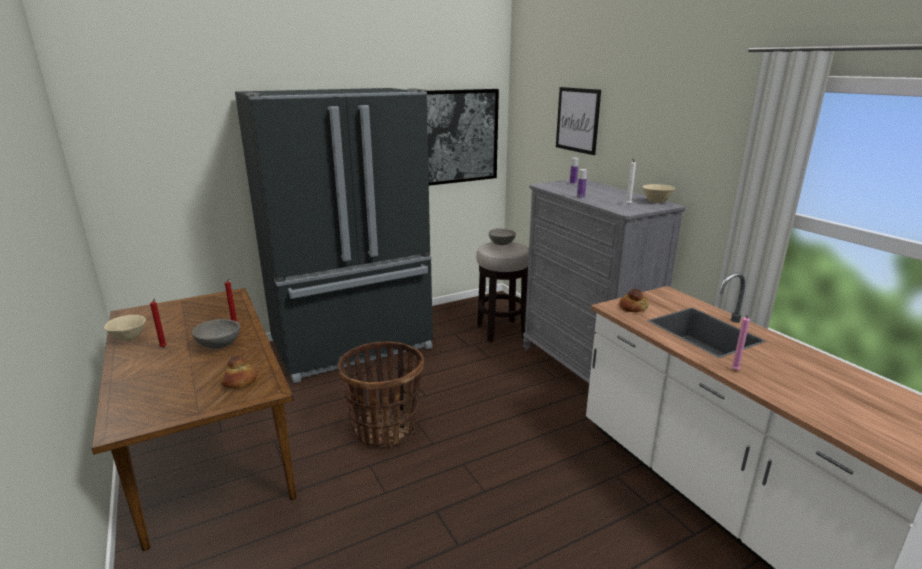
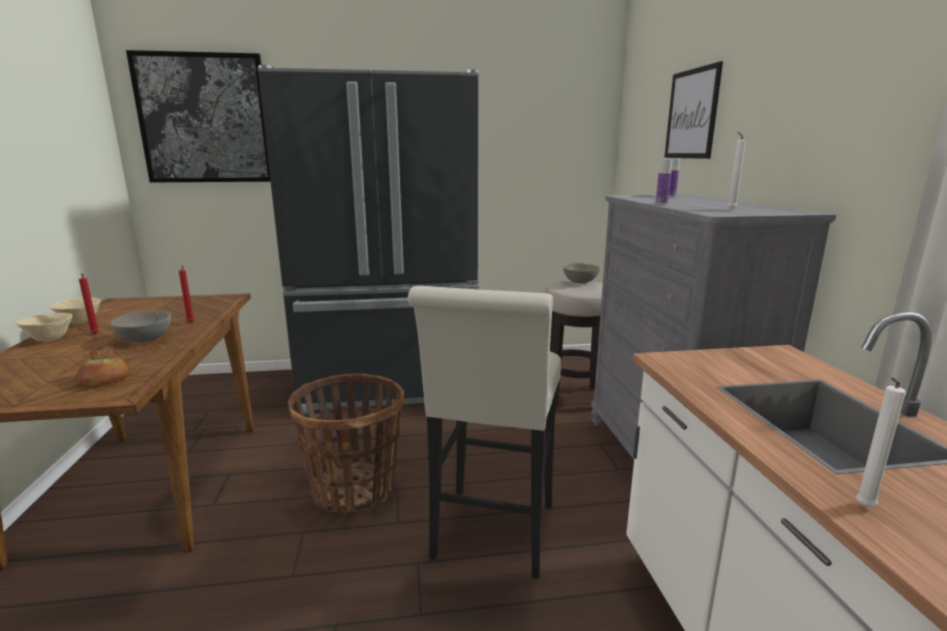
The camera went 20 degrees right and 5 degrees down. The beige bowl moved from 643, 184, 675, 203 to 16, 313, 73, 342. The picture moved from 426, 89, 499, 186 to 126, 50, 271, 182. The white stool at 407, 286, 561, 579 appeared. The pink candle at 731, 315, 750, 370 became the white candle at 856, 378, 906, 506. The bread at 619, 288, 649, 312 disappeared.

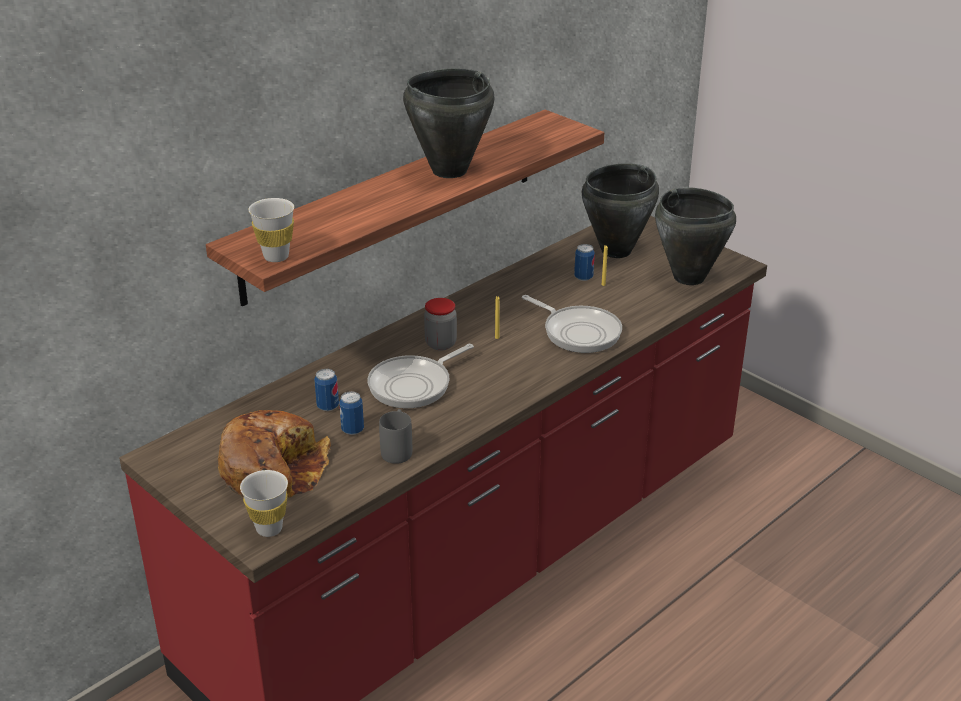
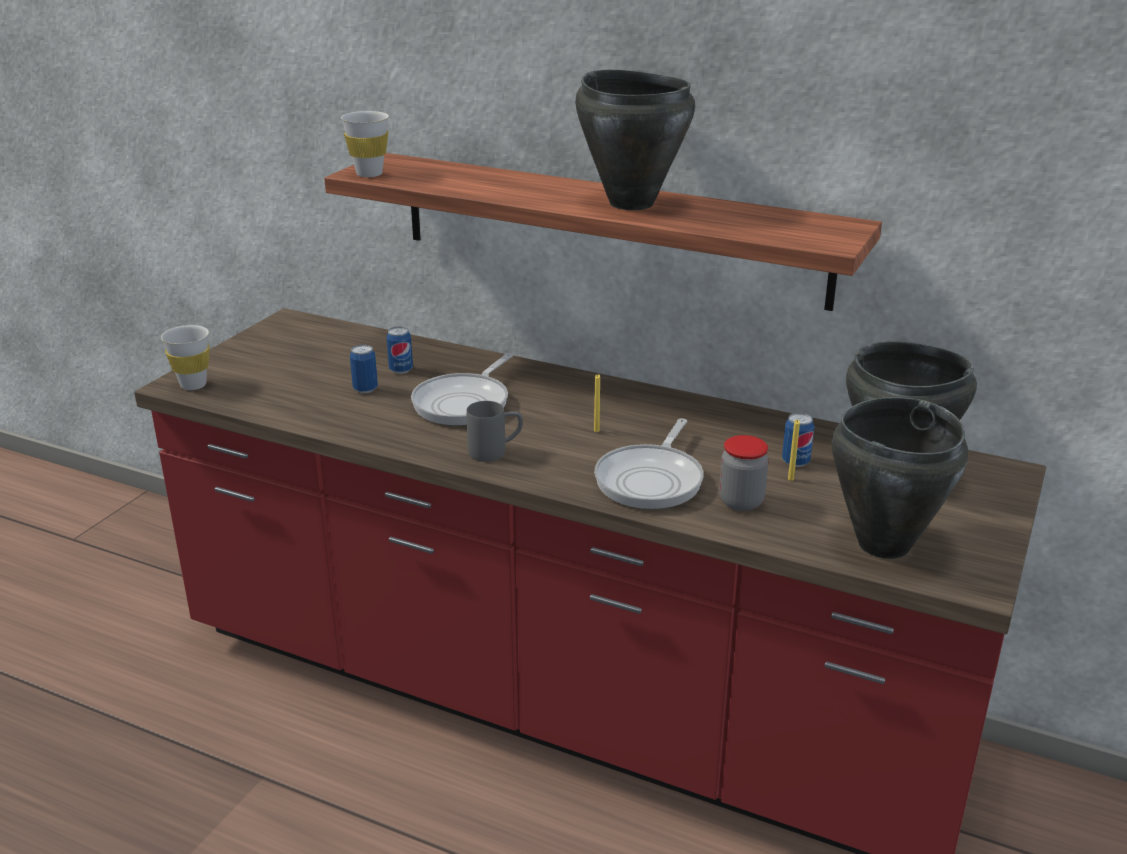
The camera went 70 degrees right and 5 degrees down. The frying pan at 367, 344, 474, 408 turned 90 degrees counterclockwise. The grey mug moved from 379, 409, 412, 464 to 466, 401, 523, 462. The jar moved from 424, 298, 457, 350 to 719, 435, 769, 511. The bread at 218, 410, 331, 498 disappeared.

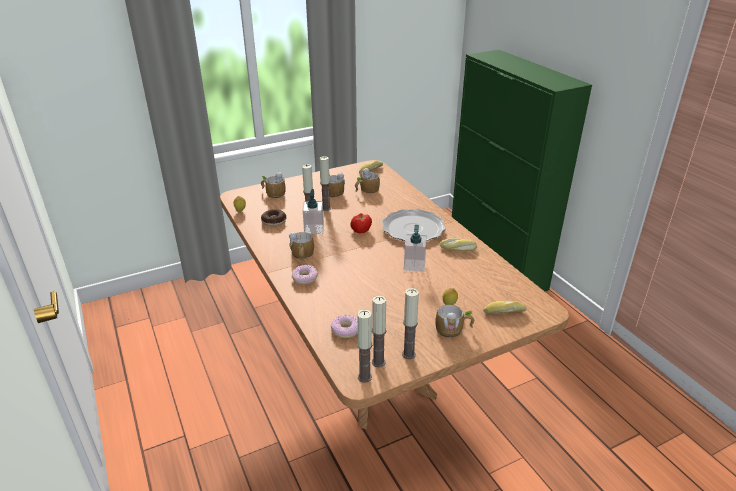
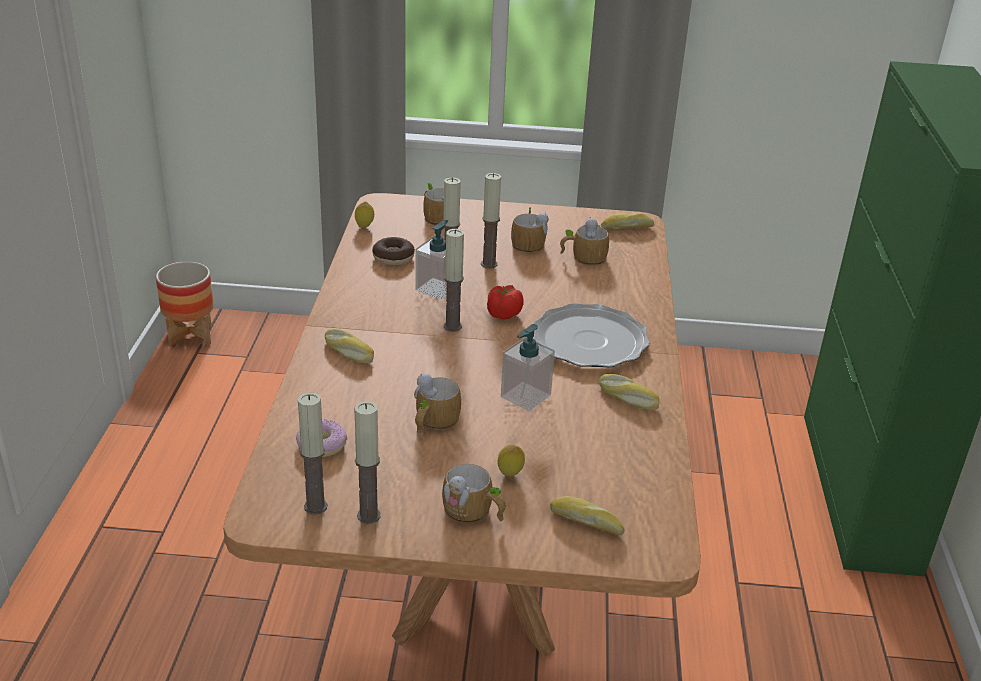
The camera went 30 degrees right and 0 degrees up. The planter at 156, 261, 214, 348 appeared. The donut at 292, 265, 318, 285 was replaced by the bread at 325, 328, 374, 363. The mug moved from 289, 232, 314, 262 to 414, 373, 461, 434. The candle moved from 357, 309, 372, 383 to 444, 229, 464, 332.

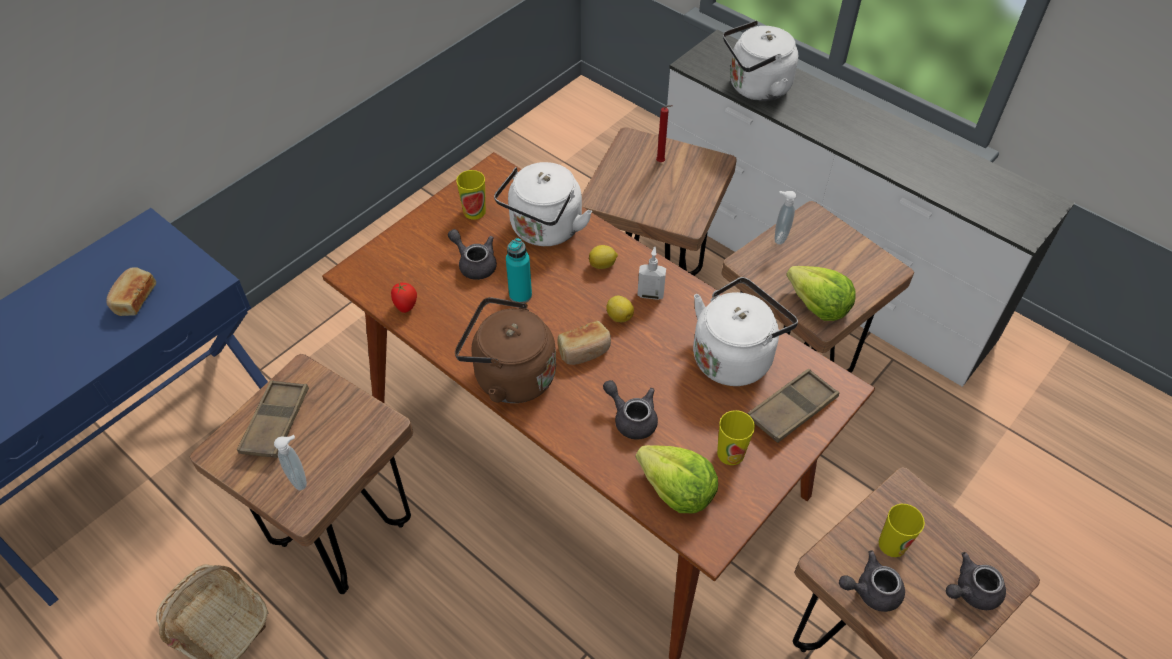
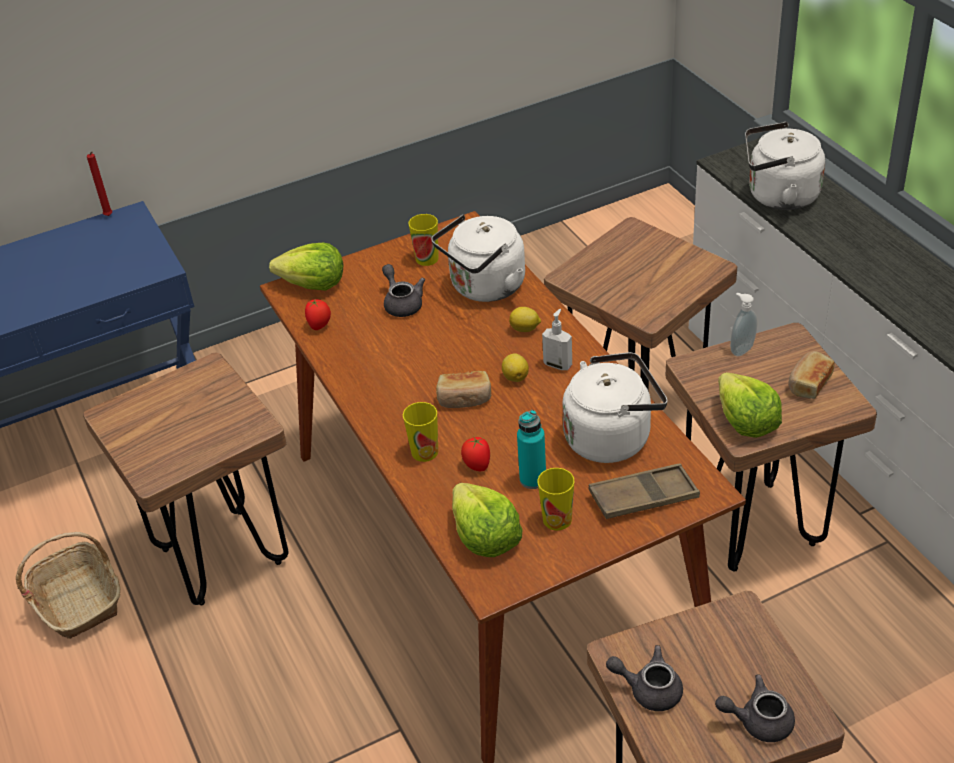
The camera went 25 degrees right and 10 degrees down. The red candle moved from 656, 105, 672, 162 to 87, 151, 112, 216. The lettuce at 269, 243, 343, 291 appeared. The cup moved from 878, 504, 925, 557 to 403, 402, 438, 462. The grey teapot at 603, 380, 658, 439 was replaced by the tomato at 461, 437, 490, 471. The turquoise bottle moved from 506, 238, 532, 303 to 517, 410, 546, 489. The bread moved from 106, 267, 156, 316 to 789, 351, 834, 399. The brown tray at 237, 380, 309, 458 disappeared. The soap dispenser at 274, 435, 307, 491 disappeared. The brown kettle at 455, 297, 556, 403 disappeared.

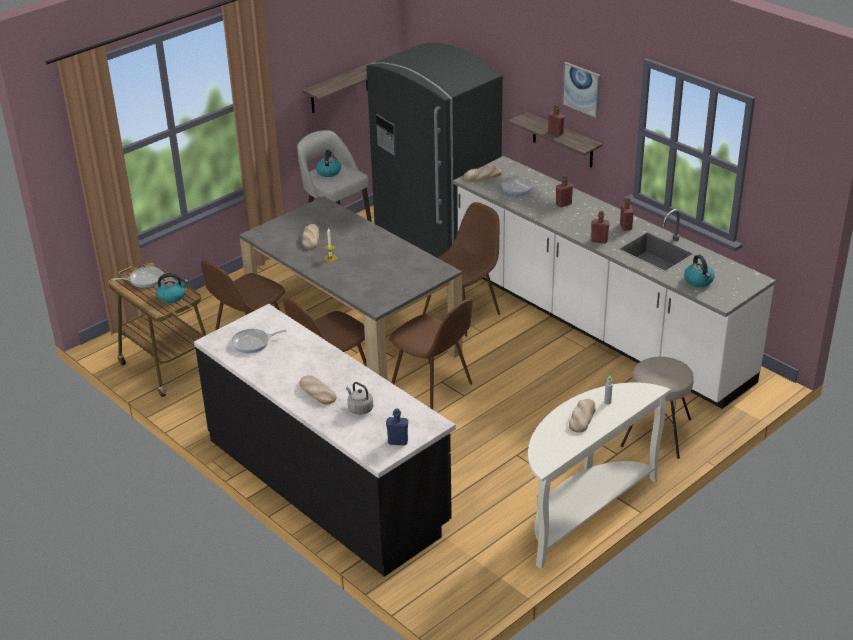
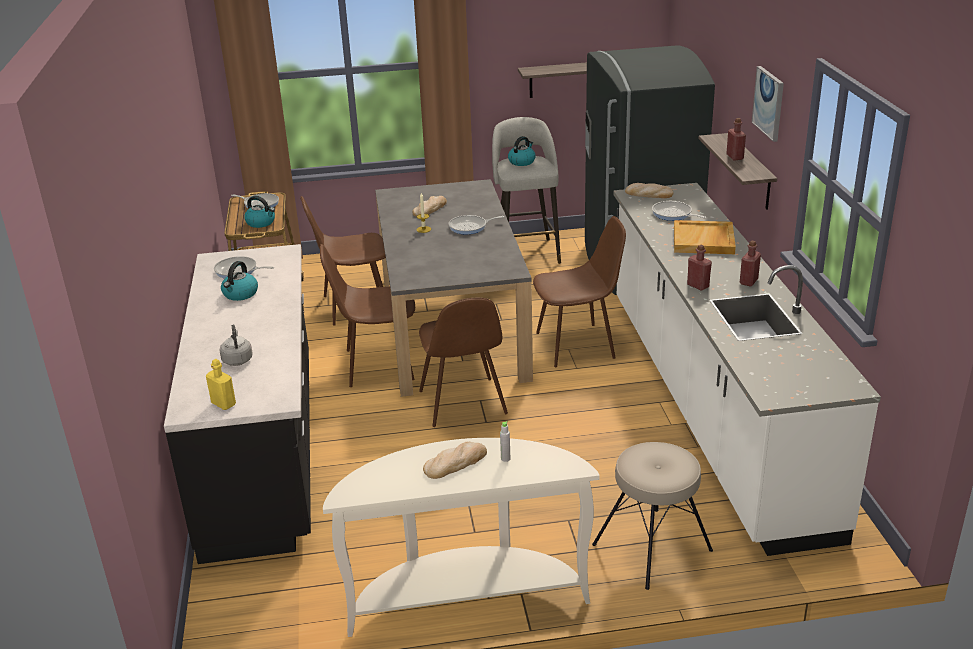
The camera went 35 degrees right and 5 degrees down. The blue bottle at 386, 408, 408, 445 became the yellow bottle at 206, 359, 236, 410. The kettle moved from 684, 255, 715, 287 to 221, 261, 258, 301. The frying pan at 449, 215, 504, 234 appeared. The red bottle at 556, 175, 573, 207 was replaced by the beige tray at 674, 220, 736, 254. The bread at 299, 375, 337, 405 disappeared.

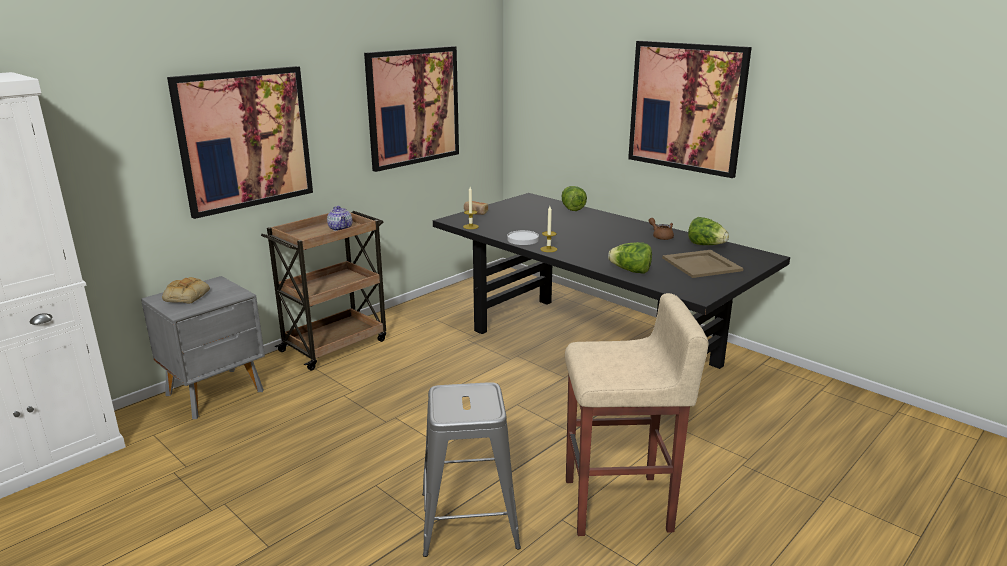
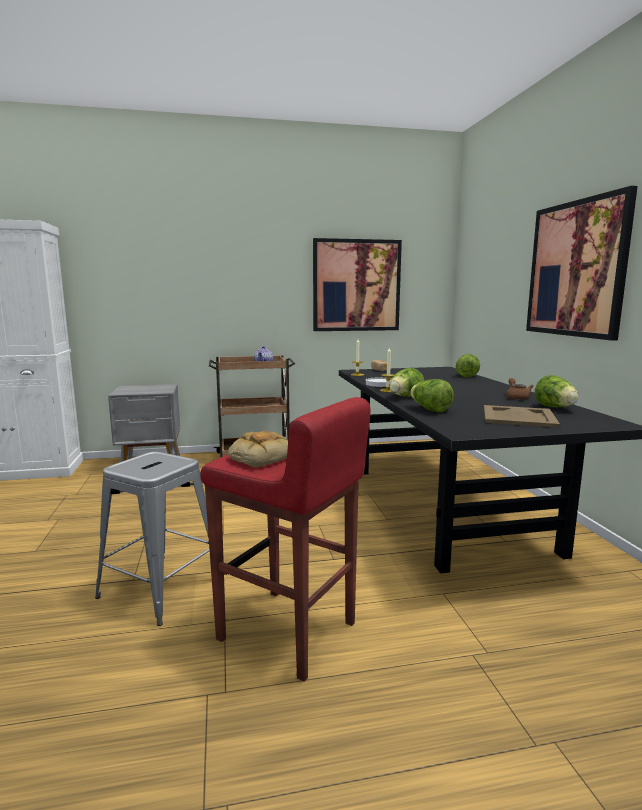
The camera went 35 degrees right and 10 degrees down. The beige stool at 565, 293, 708, 536 became the red stool at 200, 397, 371, 682. The bread moved from 162, 277, 210, 303 to 228, 431, 288, 468. The lettuce at 389, 368, 424, 397 appeared. The picture at 167, 66, 313, 219 disappeared.

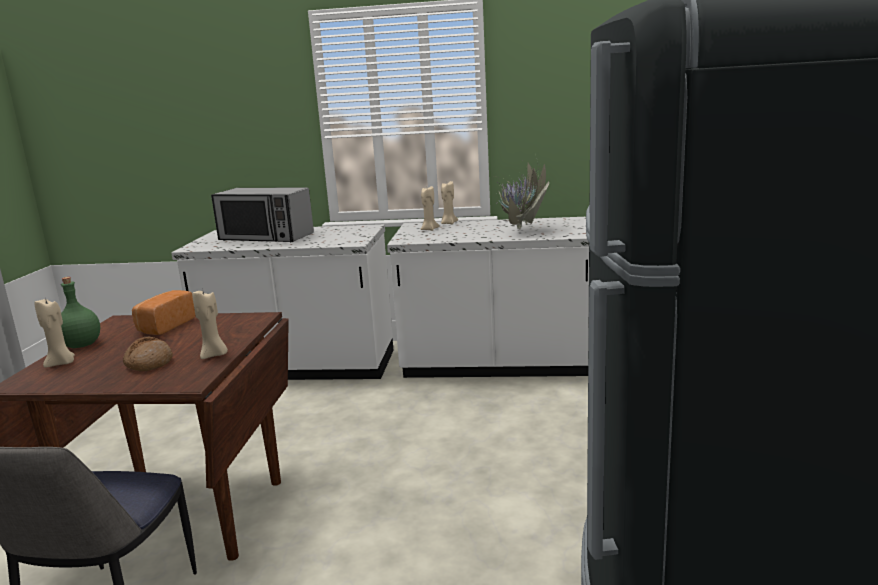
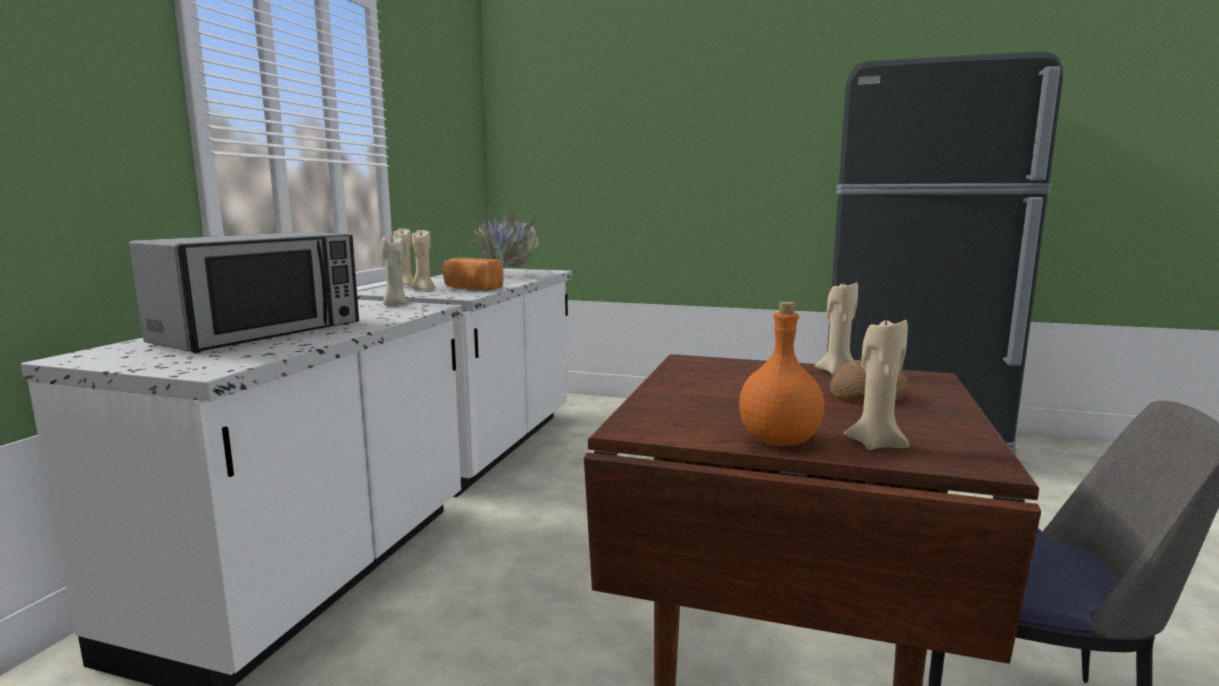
The camera went 80 degrees left and 5 degrees down. The beige candle at 381, 235, 408, 306 appeared. The bread moved from 132, 290, 195, 335 to 443, 258, 504, 290. The green bottle at 61, 277, 100, 348 became the orange bottle at 739, 302, 824, 446.

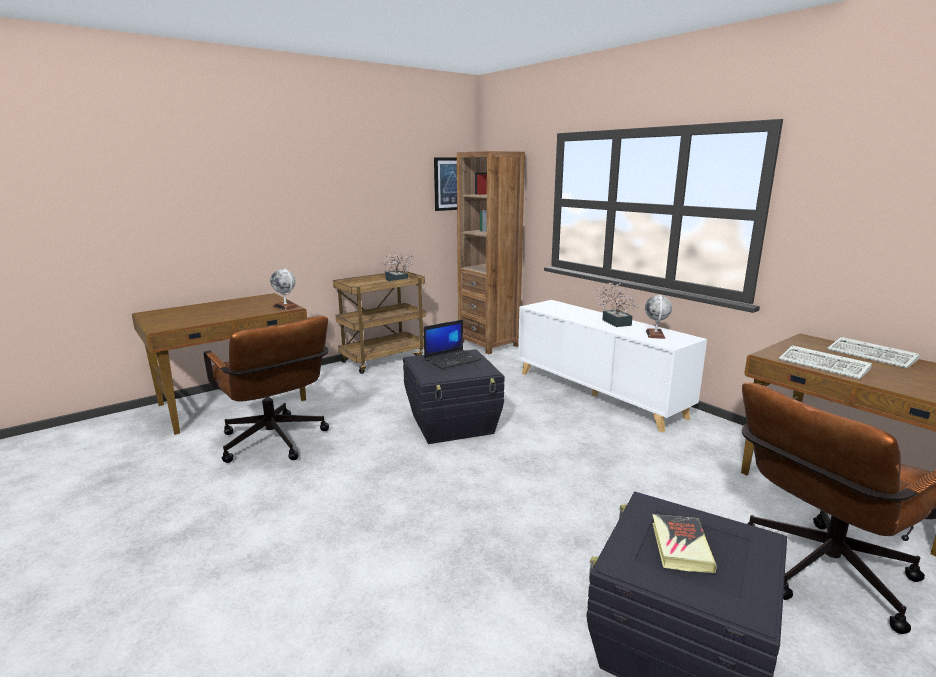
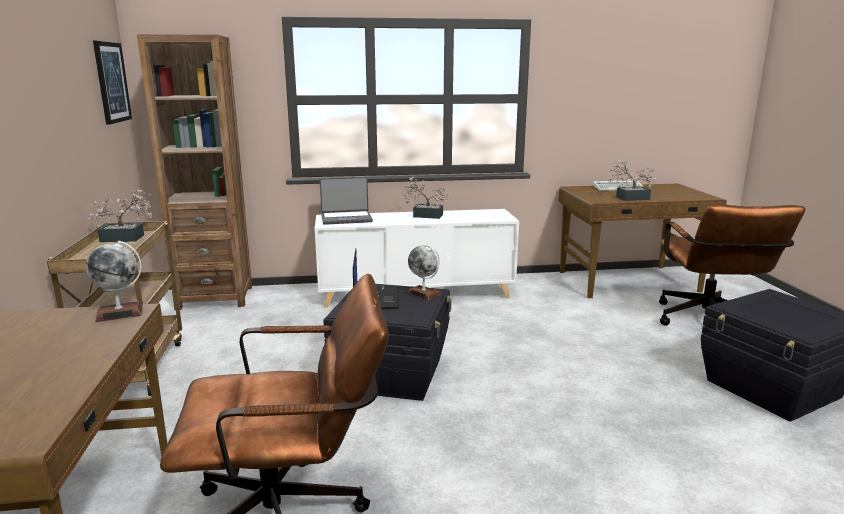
The camera went 60 degrees left and 0 degrees up. The laptop at 320, 177, 373, 225 appeared. The globe moved from 645, 295, 672, 339 to 407, 245, 441, 300. The keyboard at 779, 345, 872, 379 was replaced by the potted plant at 609, 160, 656, 201. The book at 652, 514, 716, 573 disappeared.

